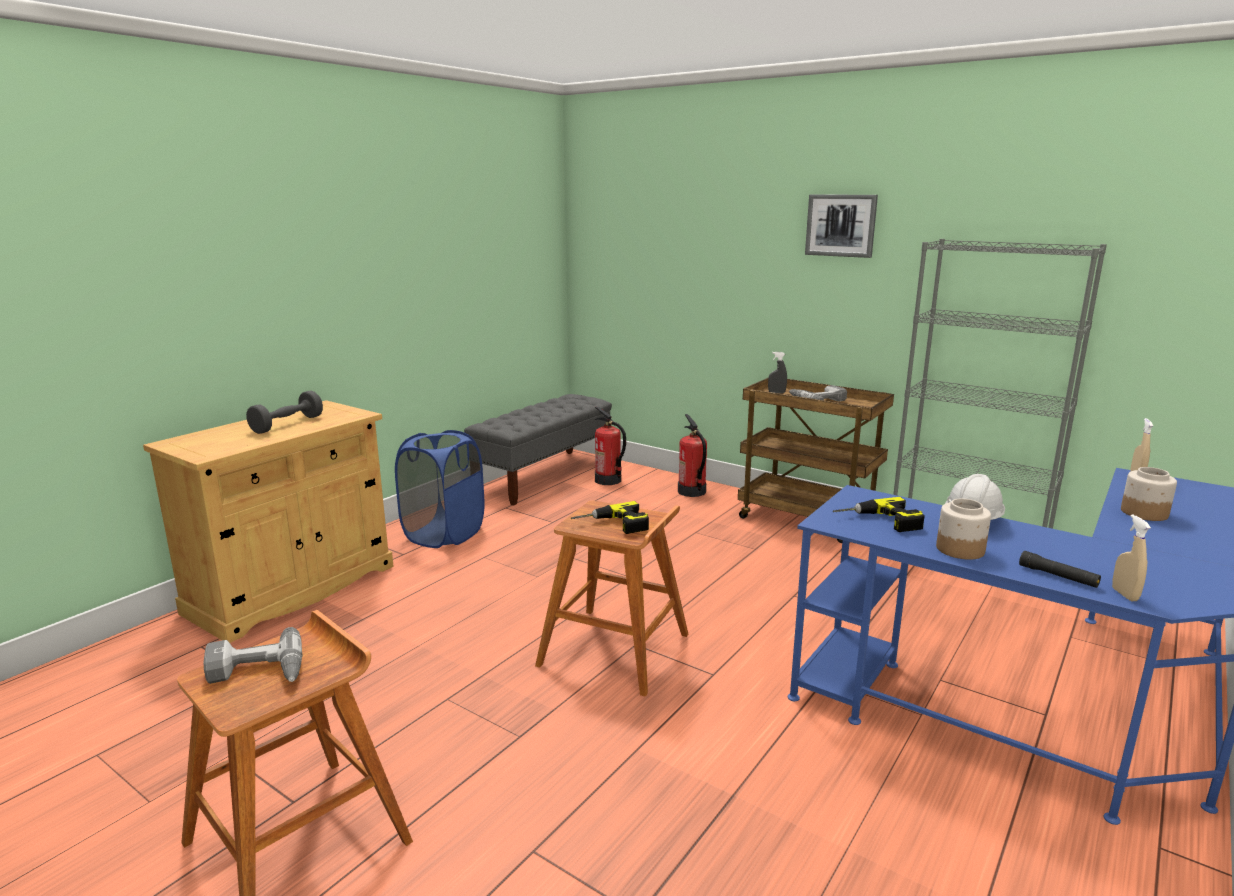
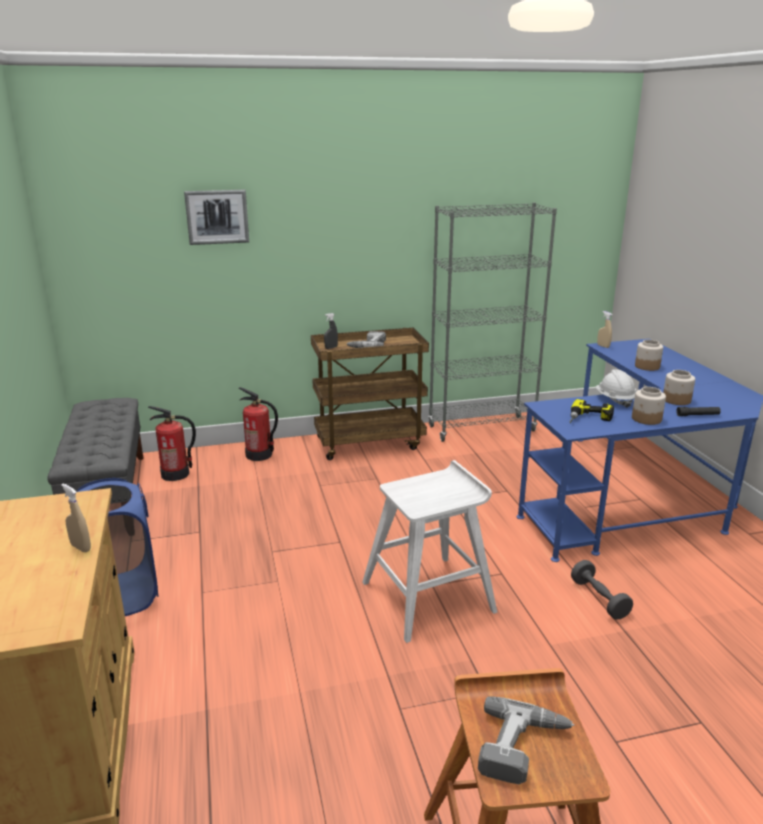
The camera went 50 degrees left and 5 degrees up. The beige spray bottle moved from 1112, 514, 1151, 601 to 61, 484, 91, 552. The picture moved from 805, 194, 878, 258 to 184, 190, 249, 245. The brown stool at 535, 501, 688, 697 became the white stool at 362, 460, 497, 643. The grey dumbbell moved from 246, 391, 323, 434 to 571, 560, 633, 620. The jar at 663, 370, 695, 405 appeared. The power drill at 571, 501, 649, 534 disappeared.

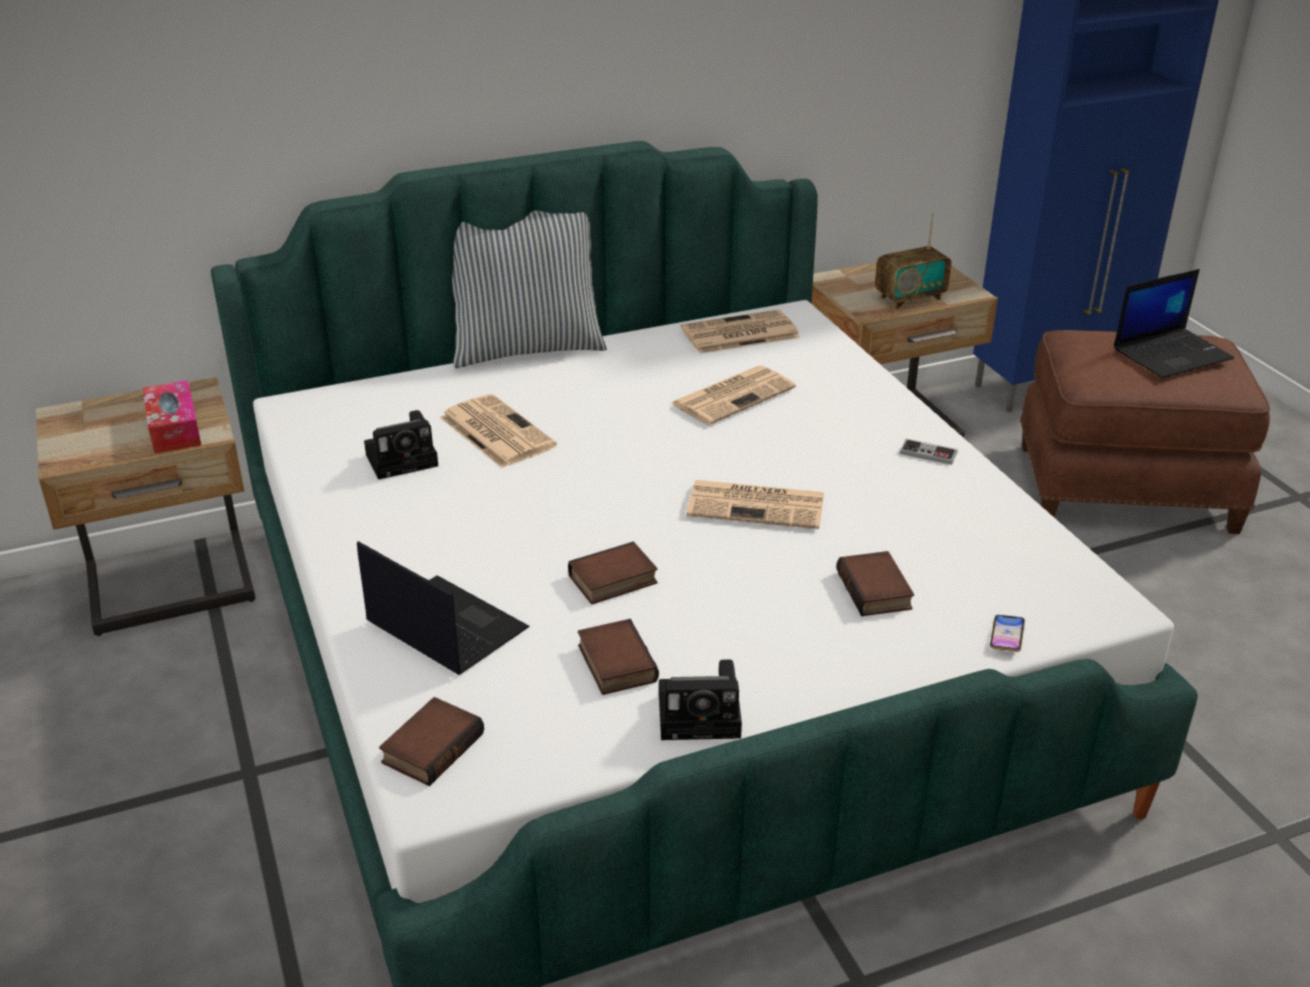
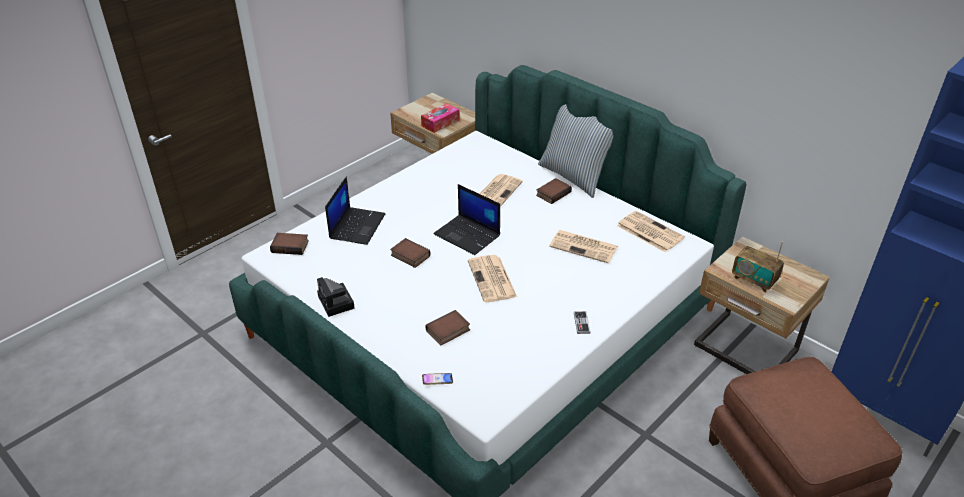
The camera went 65 degrees right and 5 degrees up. The laptop moved from 1114, 269, 1234, 378 to 433, 184, 500, 255. The book moved from 578, 619, 659, 695 to 536, 178, 572, 204. The photo camera at 364, 410, 438, 480 disappeared.

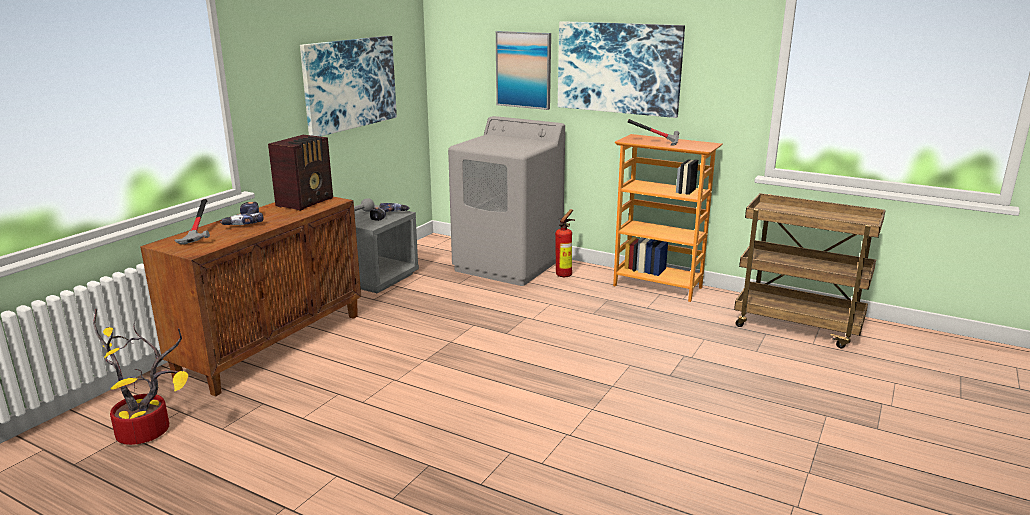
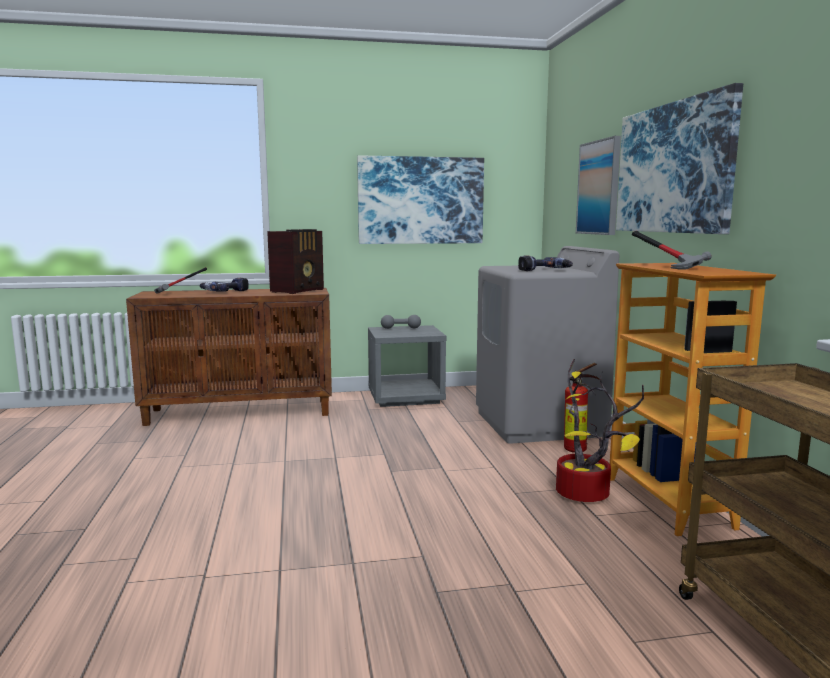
The camera went 50 degrees right and 10 degrees down. The radio at 268, 135, 333, 211 turned 45 degrees counterclockwise. The power drill moved from 370, 203, 409, 221 to 518, 255, 573, 271. The potted plant moved from 93, 309, 188, 445 to 556, 359, 644, 502.

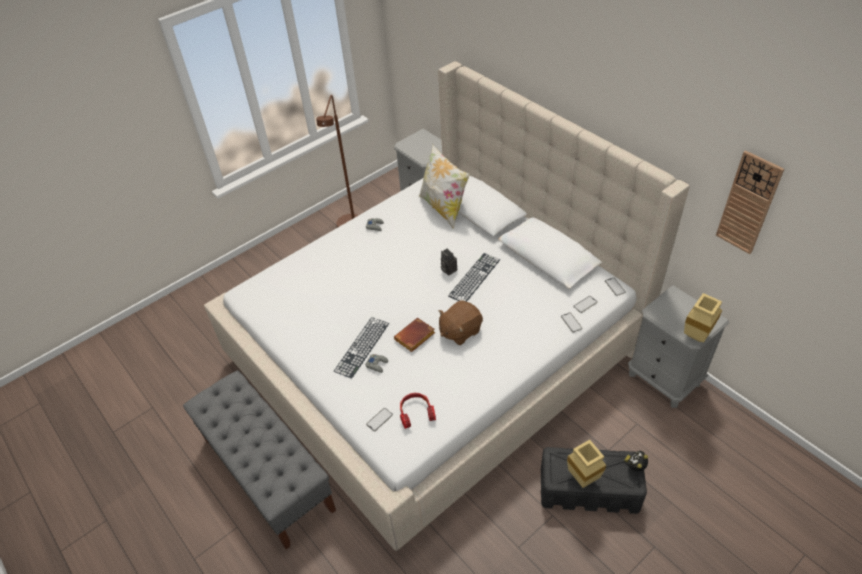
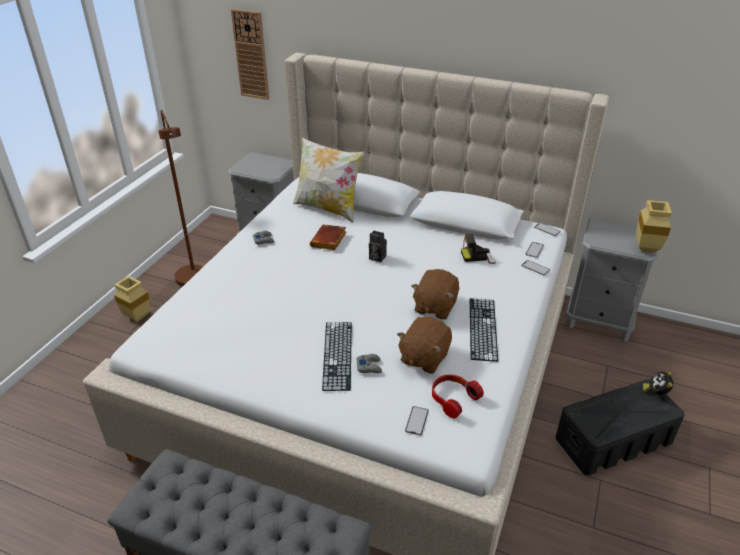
The camera went 30 degrees left and 10 degrees down. The beige vase moved from 567, 440, 606, 488 to 114, 276, 150, 322. The wall clock moved from 716, 150, 784, 254 to 231, 9, 269, 100. The brown book moved from 394, 318, 435, 352 to 310, 224, 346, 250. The brown plush toy at 397, 317, 452, 374 appeared. The photo camera at 461, 234, 496, 264 appeared. The keyboard moved from 448, 253, 500, 302 to 470, 298, 498, 362.

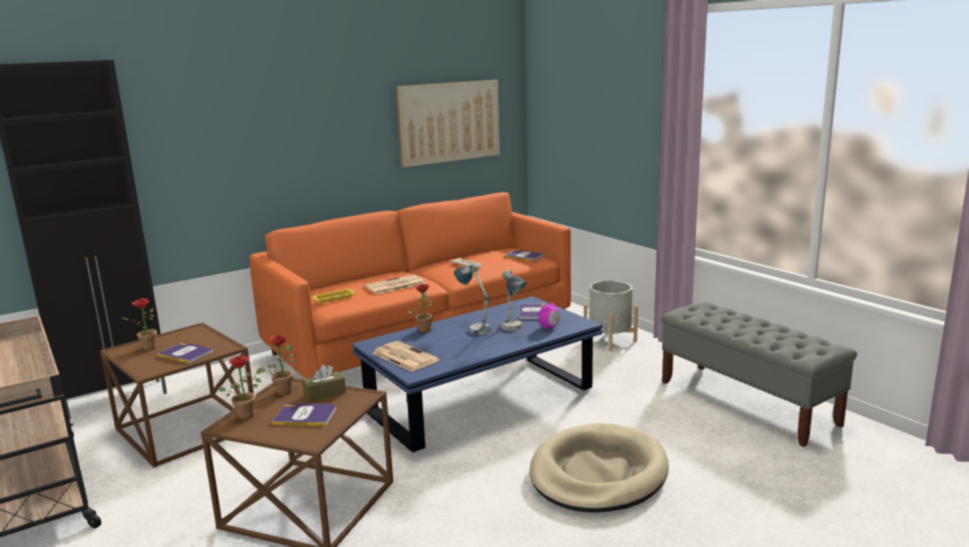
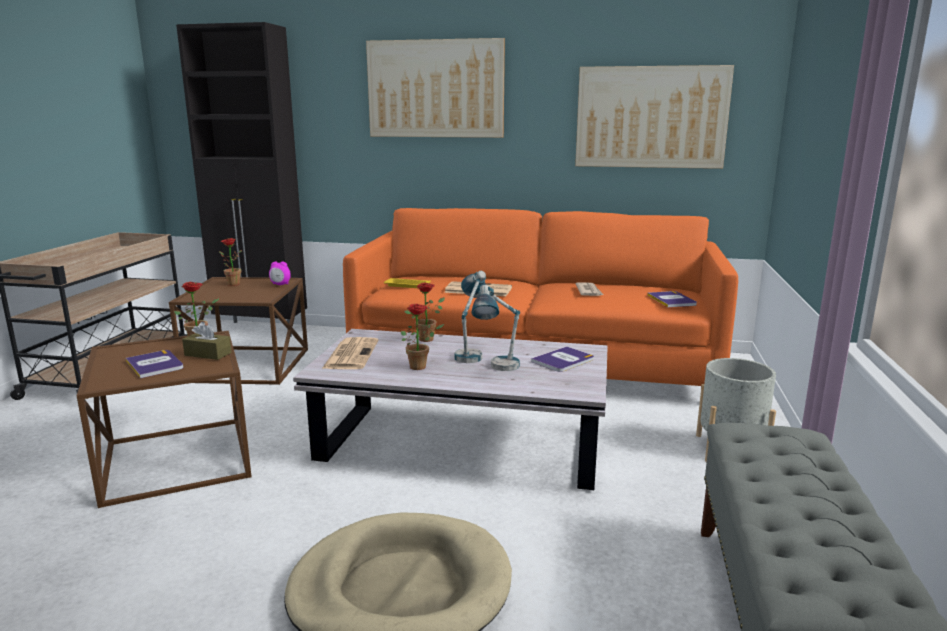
The camera went 45 degrees right and 0 degrees up. The alarm clock moved from 538, 303, 560, 329 to 269, 262, 291, 285. The blue coffee table at 352, 296, 602, 453 became the white coffee table at 293, 329, 608, 490. The picture at 366, 38, 505, 138 appeared. The potted plant moved from 218, 356, 263, 420 to 401, 304, 444, 370. The book at 158, 343, 213, 363 disappeared.

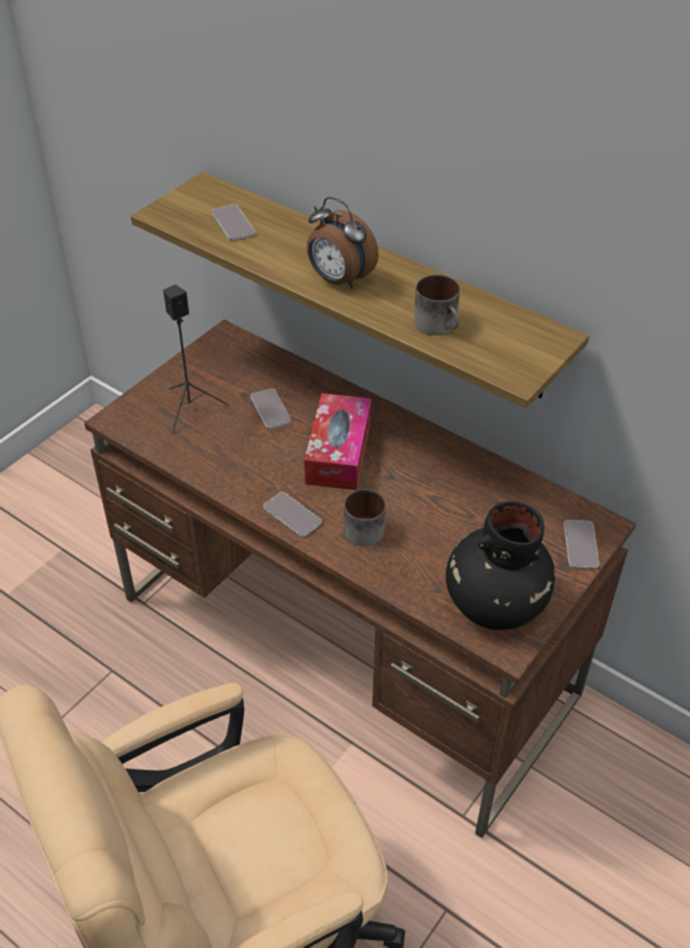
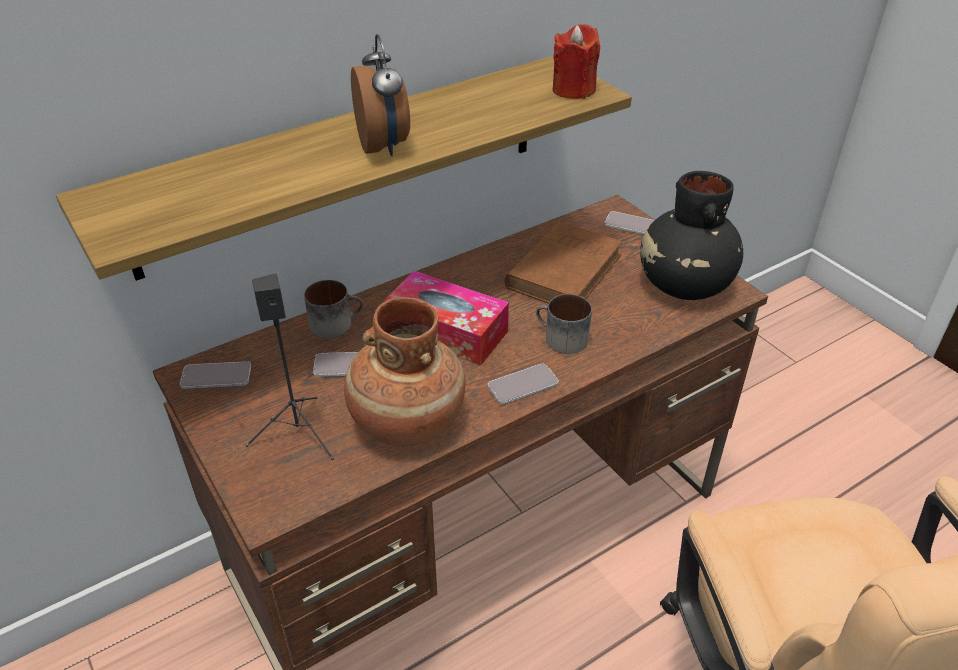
The camera went 70 degrees left and 5 degrees down. The phone moved from 211, 204, 255, 241 to 180, 361, 251, 389. The mug moved from 414, 275, 460, 335 to 304, 280, 364, 338. The brown vase at 344, 297, 465, 446 appeared. The alarm clock at 307, 197, 379, 289 turned 75 degrees counterclockwise. The brown book at 505, 221, 622, 304 appeared. The red candle at 553, 24, 600, 99 appeared.

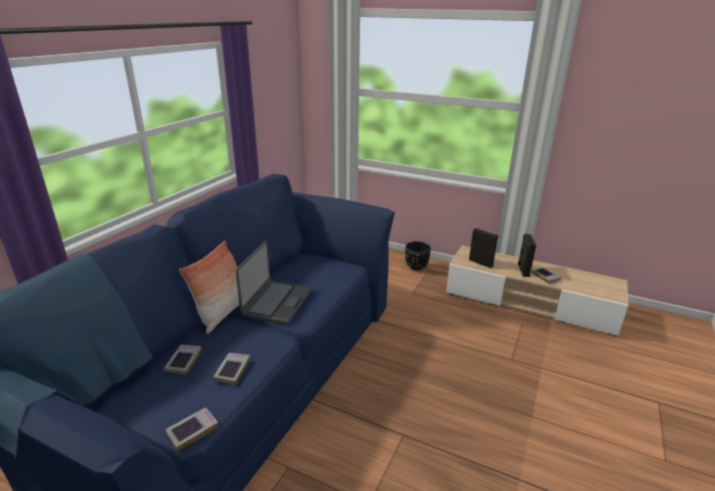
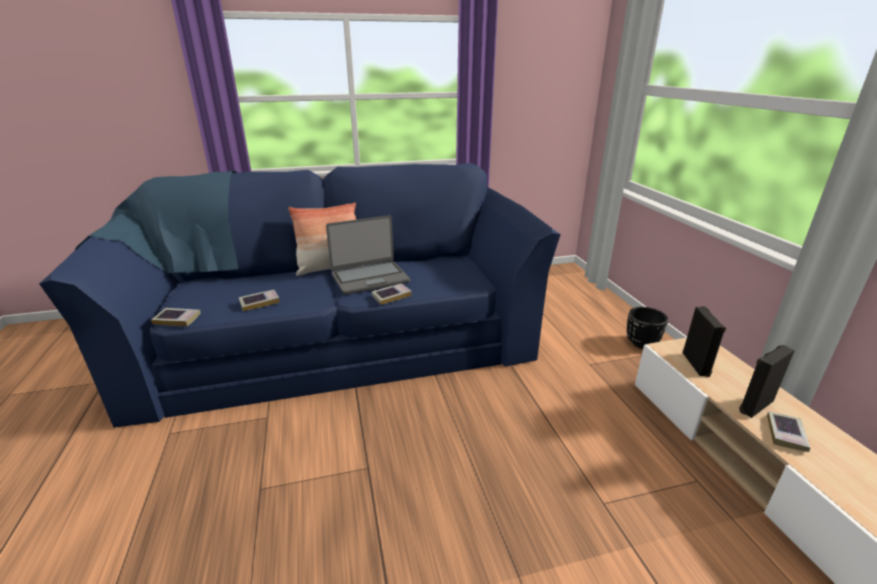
The camera went 50 degrees right and 0 degrees up. The book moved from 164, 345, 202, 375 to 371, 284, 412, 305.

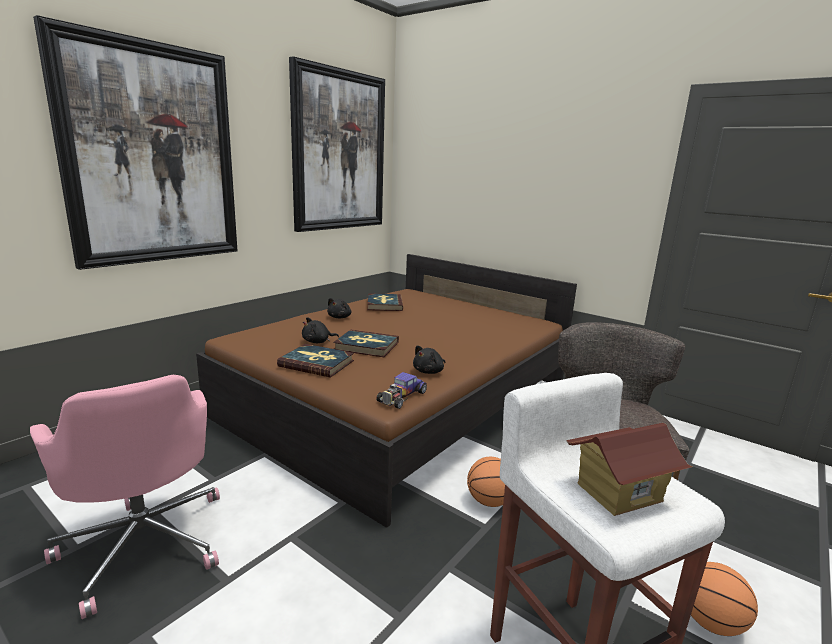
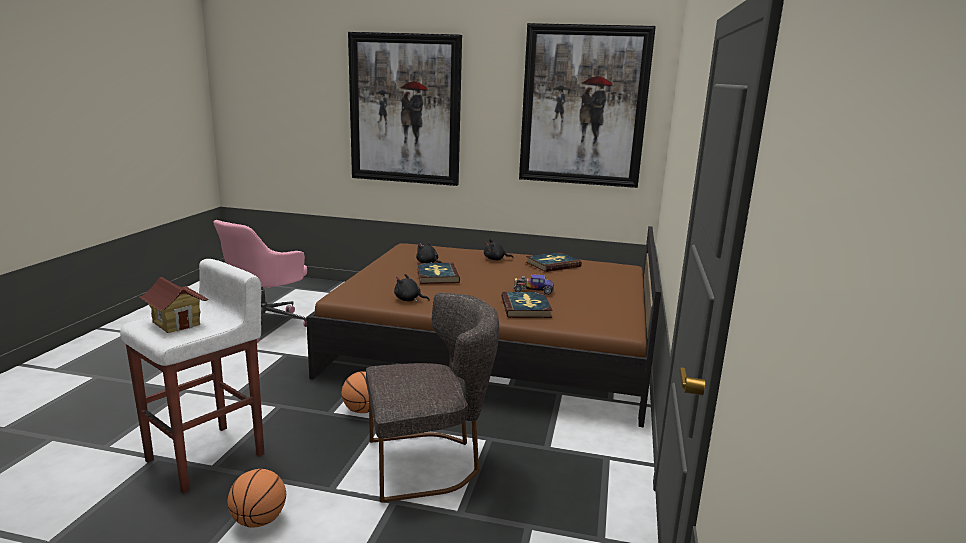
The camera went 65 degrees right and 0 degrees up. The book moved from 277, 344, 354, 378 to 501, 292, 553, 318. The toy car moved from 376, 372, 427, 409 to 514, 275, 554, 295.

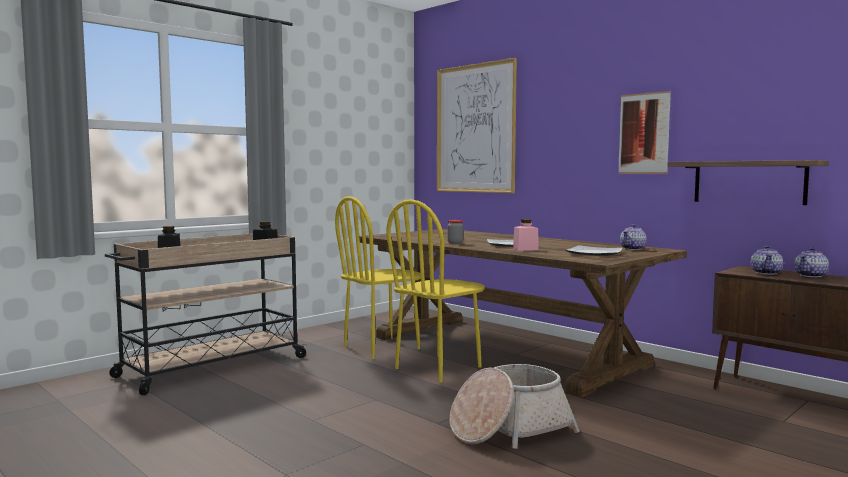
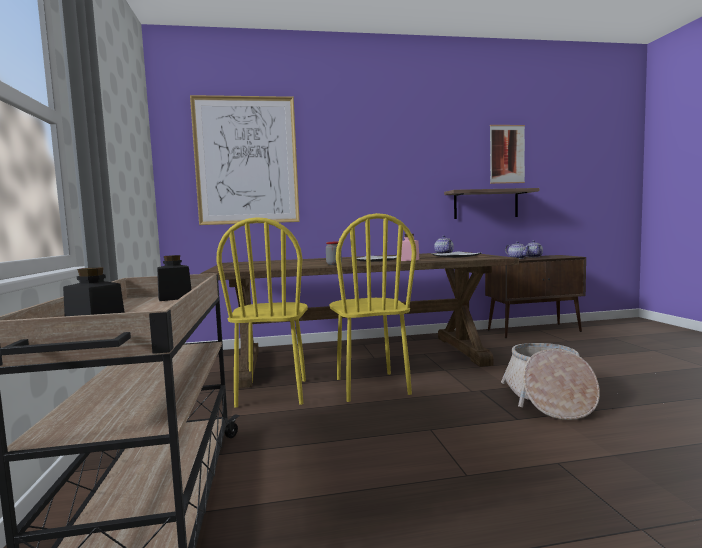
The camera went 55 degrees left and 0 degrees up. The picture moved from 618, 91, 671, 174 to 490, 125, 525, 184.

